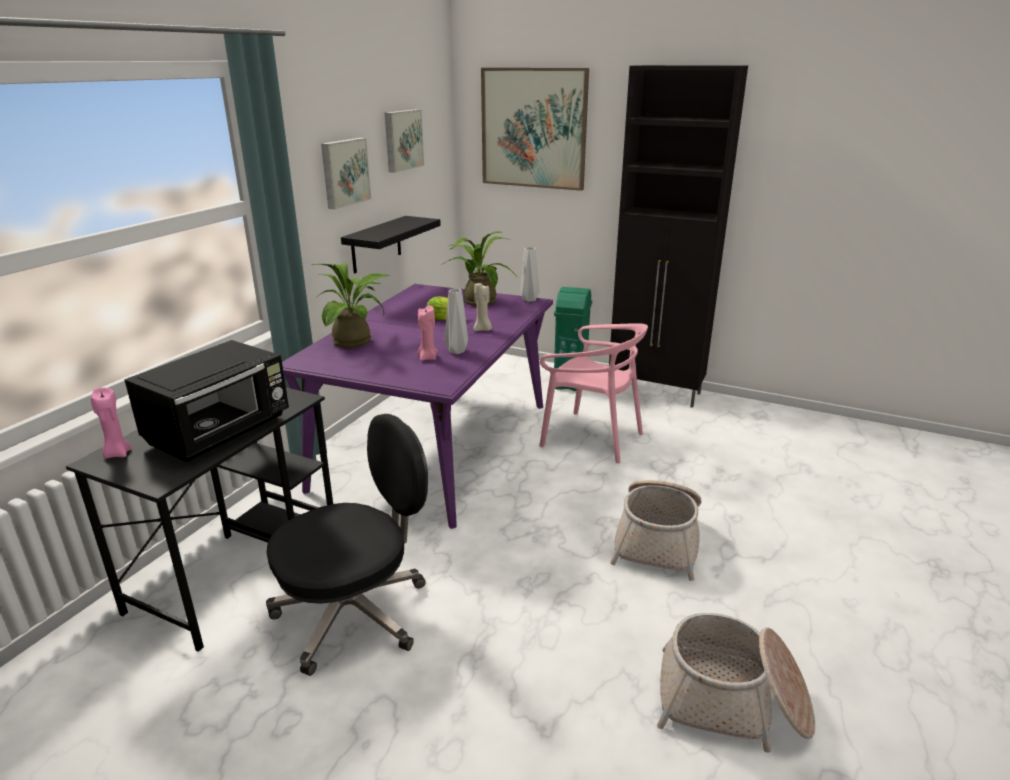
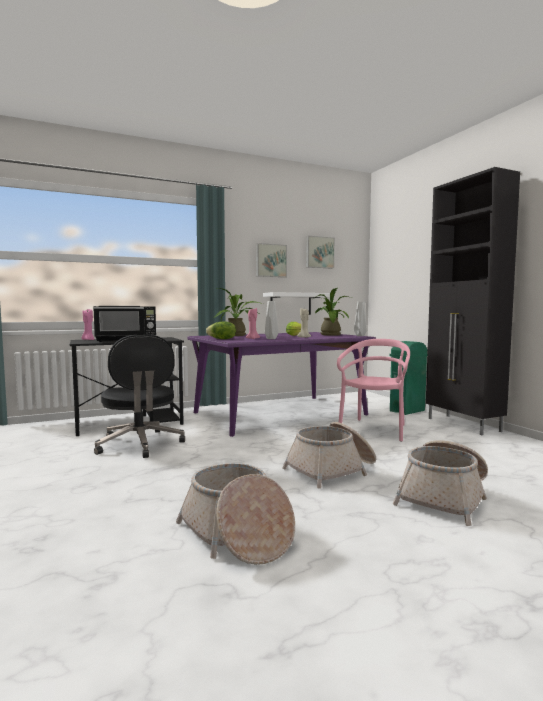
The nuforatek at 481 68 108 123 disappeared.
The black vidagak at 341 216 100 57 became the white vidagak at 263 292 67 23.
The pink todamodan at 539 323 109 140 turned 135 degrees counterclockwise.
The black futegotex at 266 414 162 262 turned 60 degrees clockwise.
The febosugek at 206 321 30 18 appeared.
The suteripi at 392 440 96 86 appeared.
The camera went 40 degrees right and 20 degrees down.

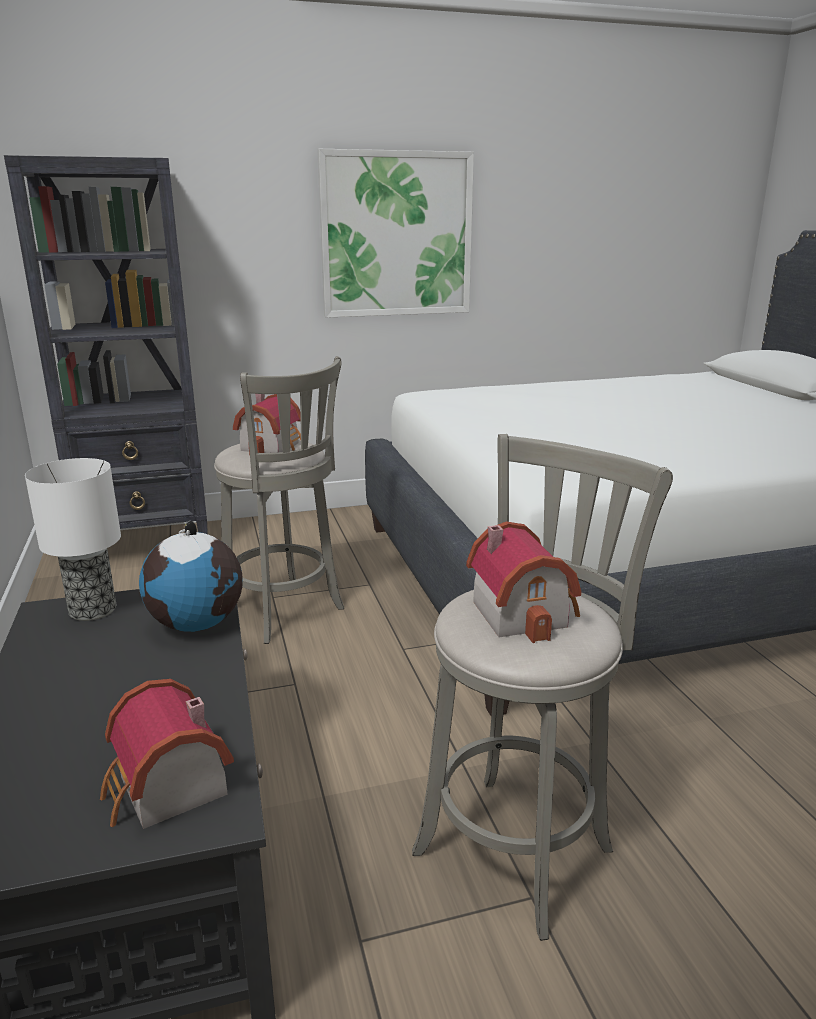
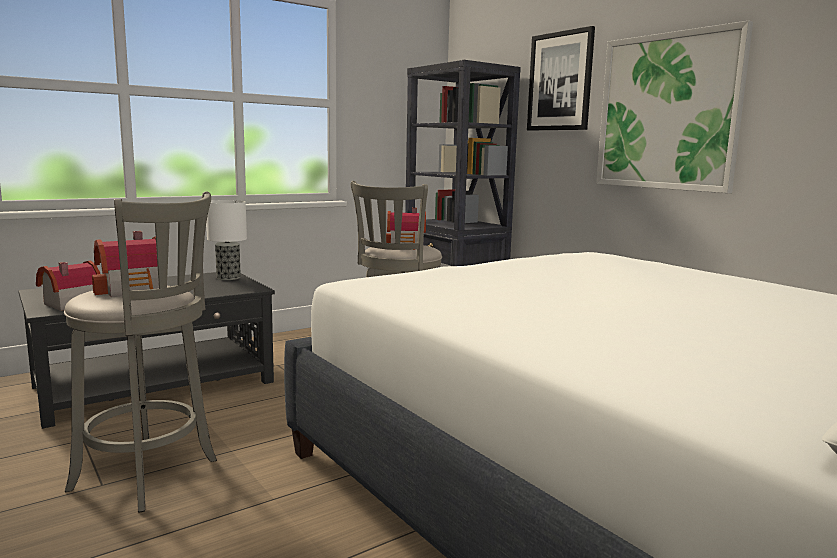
The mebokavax at 139 521 104 111 disappeared.
The nuforatek at 527 26 68 104 appeared.
The camera went 70 degrees right and 10 degrees down.

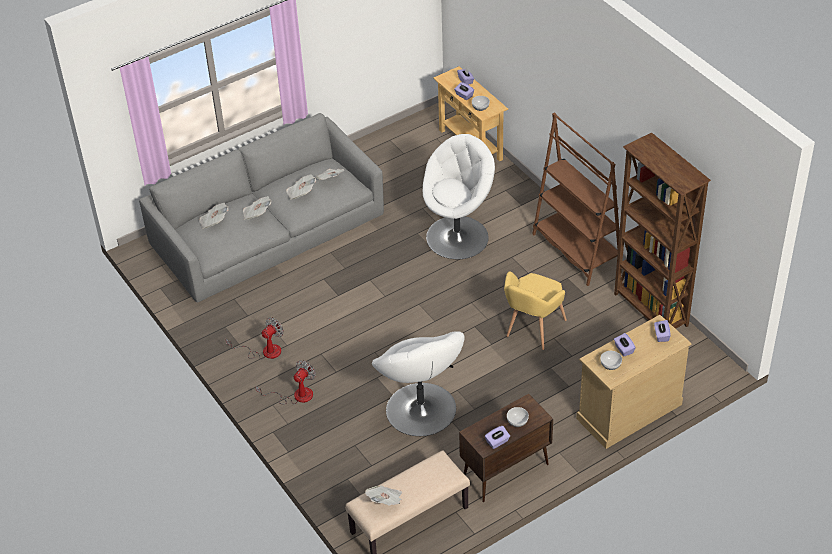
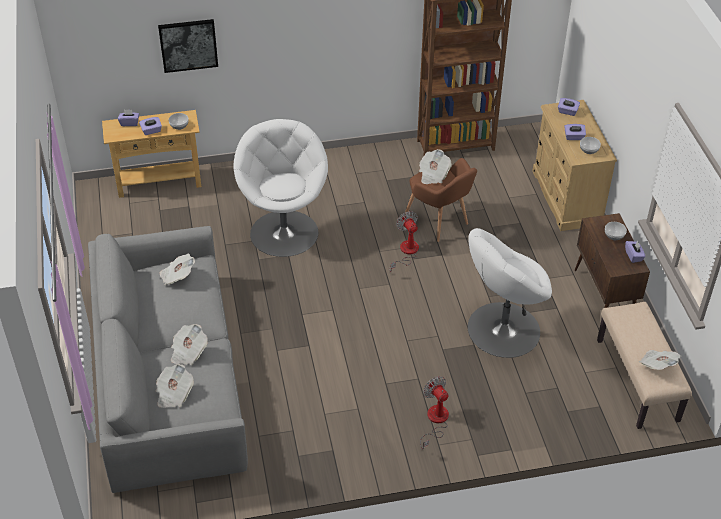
The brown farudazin at 532 112 88 174 disappeared.
The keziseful moved from 286 174 30 26 to 419 149 33 35.
The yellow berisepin at 504 272 63 78 became the brown berisepin at 405 158 72 84.
The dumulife moved from 225 317 59 43 to 390 211 29 61.
The white berisepin at 372 331 93 105 turned 150 degrees clockwise.
The nuforatek at 158 19 60 54 appeared.
The camera went 70 degrees left and 0 degrees up.

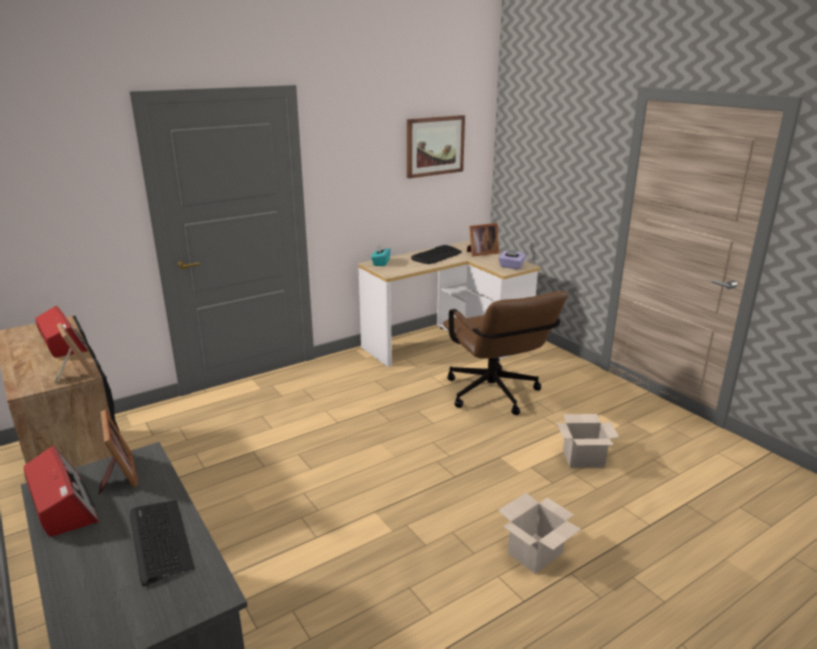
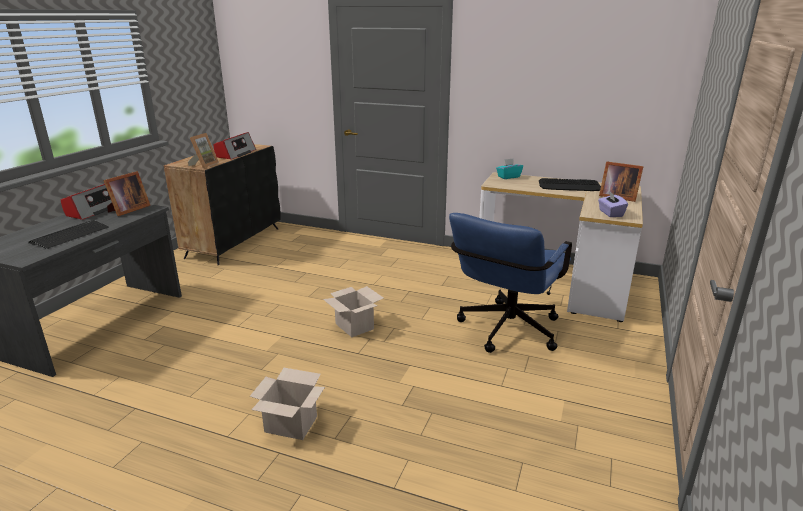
The nuforatek at 407 115 58 63 disappeared.
The brown futegotex at 443 291 125 124 became the blue futegotex at 449 213 123 140.
The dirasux moved from 557 414 62 54 to 323 286 60 51.
The camera went 55 degrees right and 0 degrees up.

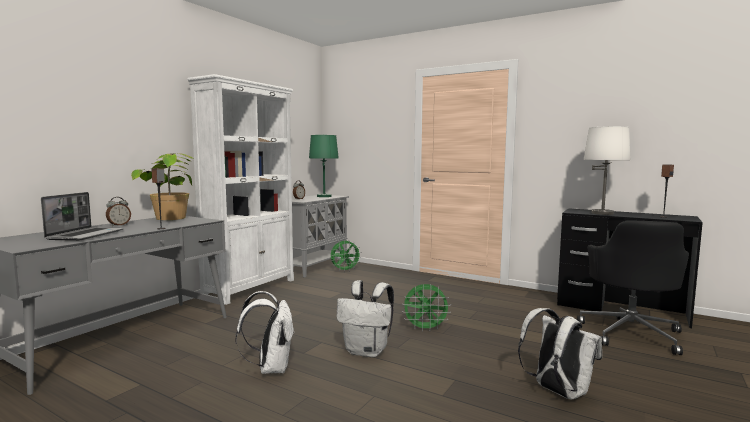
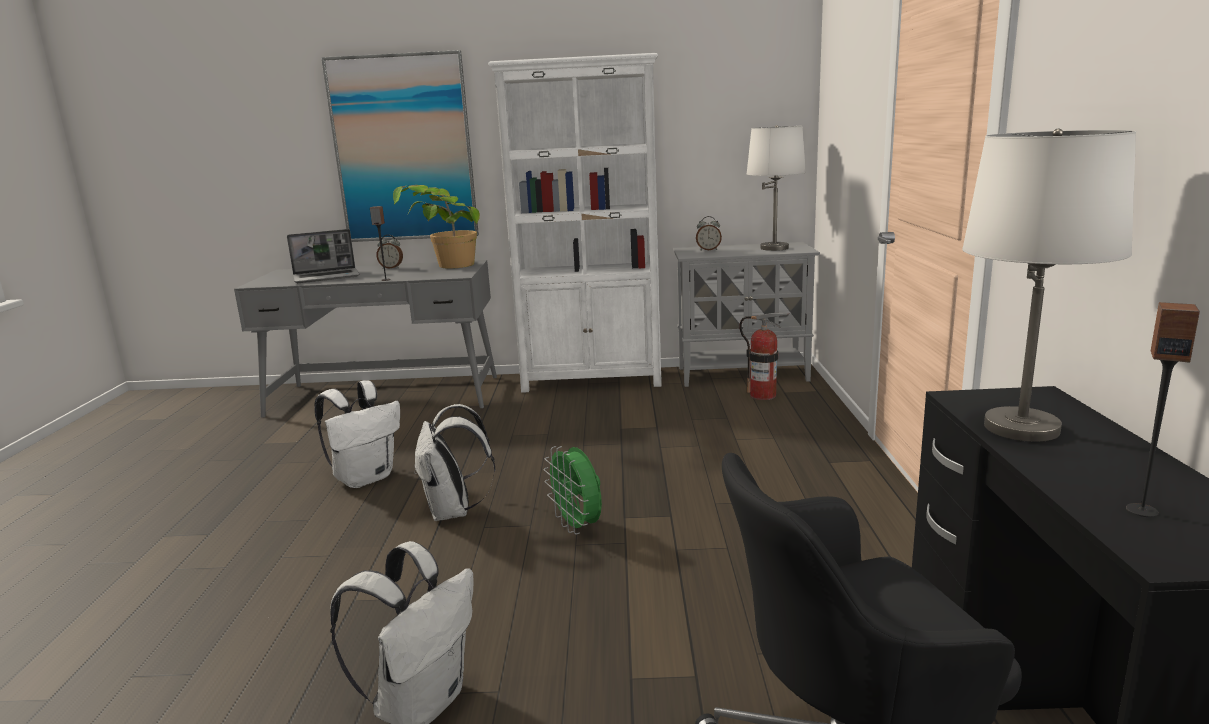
The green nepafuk at 309 134 30 63 became the white nepafuk at 747 125 59 126.
The green dumulife at 331 241 31 31 was replaced by the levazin at 739 313 51 87.
The nuforatek at 321 50 158 192 appeared.
The camera went 60 degrees right and 10 degrees up.

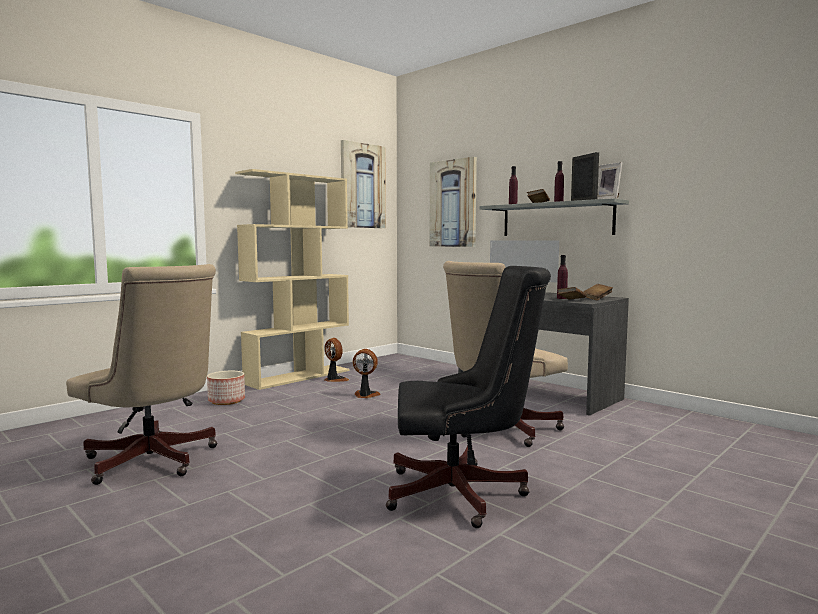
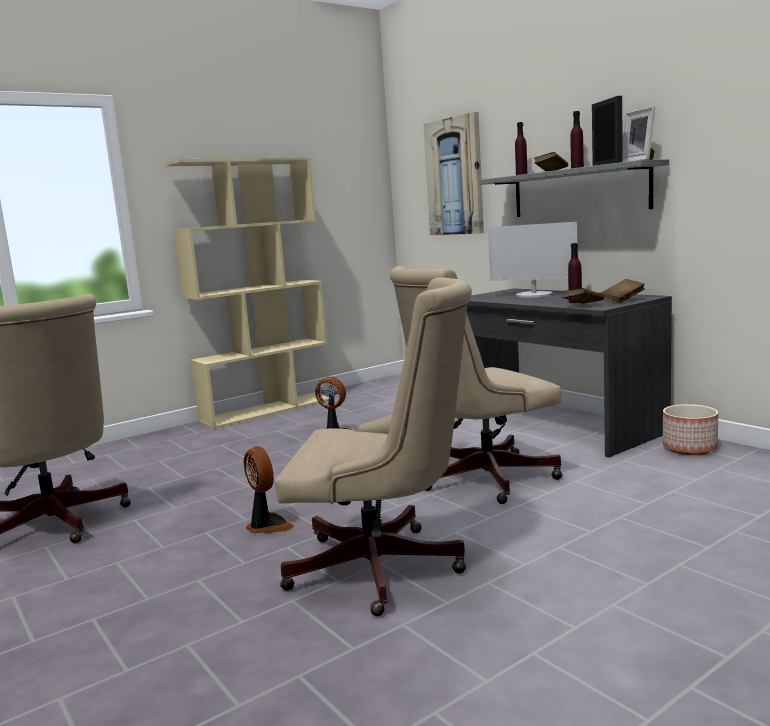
The nuforatek at 341 140 45 88 disappeared.
The black futegotex at 386 266 165 262 became the beige futegotex at 275 277 197 339.
The dumulife moved from 324 338 25 44 to 244 446 50 88.
The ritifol moved from 207 371 38 34 to 663 404 55 51.
The camera went 10 degrees right and 5 degrees up.

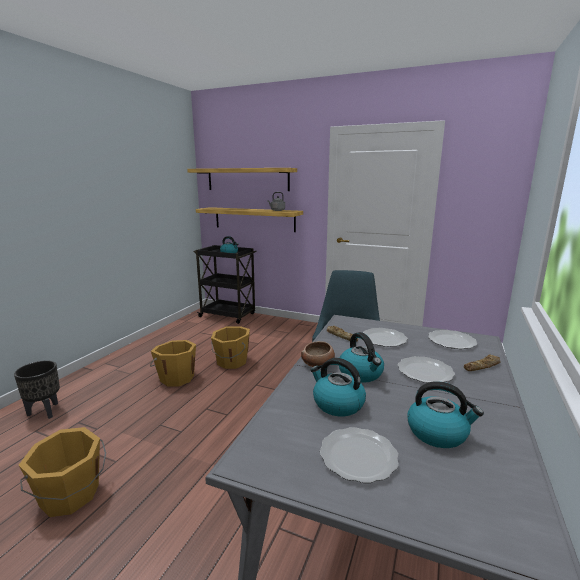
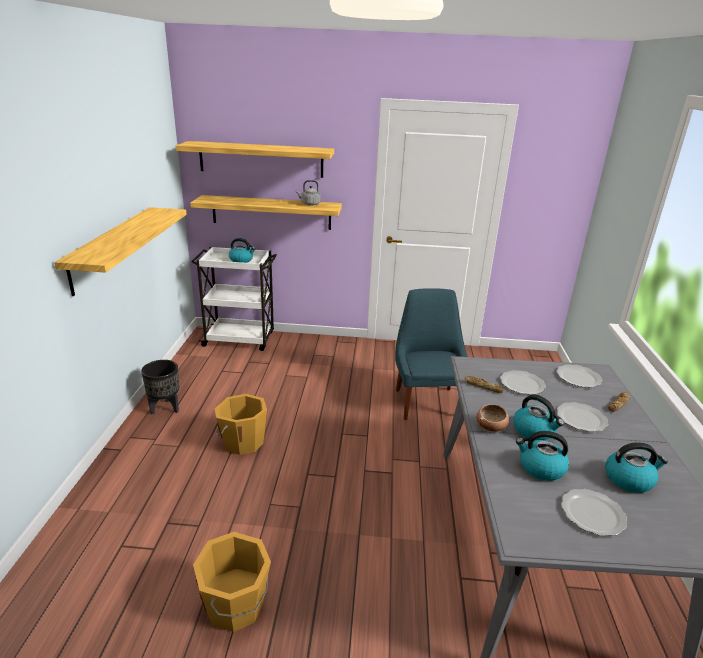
The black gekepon at 193 245 64 79 became the white gekepon at 191 247 86 104.
The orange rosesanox at 211 326 39 43 disappeared.
The black ritifol moved from 14 361 46 58 to 141 360 38 54.
The vidagak at 54 207 133 89 appeared.
The camera went 20 degrees left and 10 degrees up.

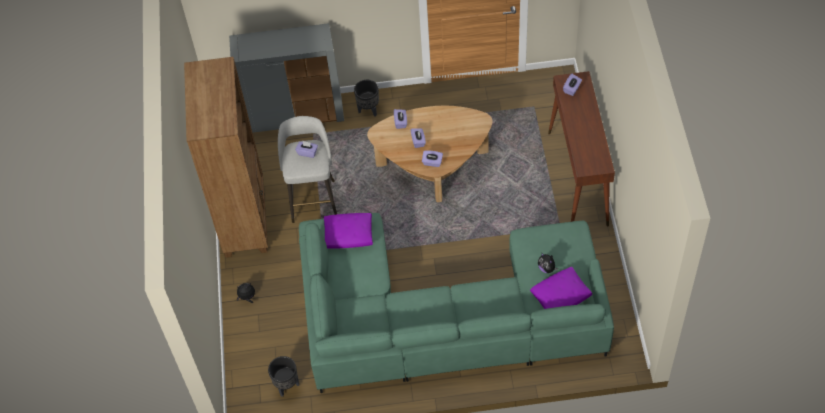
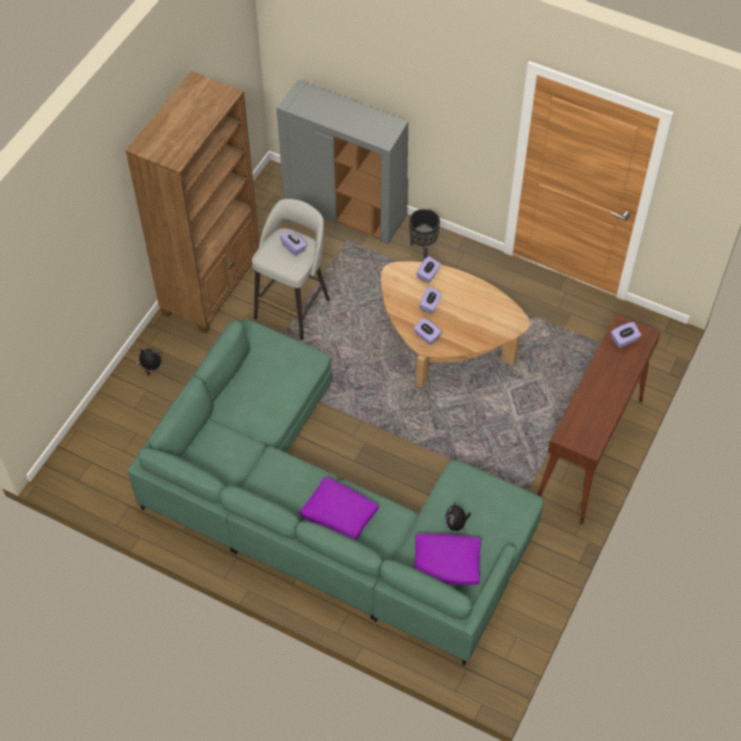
The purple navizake moved from 324 213 49 36 to 299 477 80 64.
The black ritifol at 268 356 31 41 disappeared.
The camera went 30 degrees right and 0 degrees up.

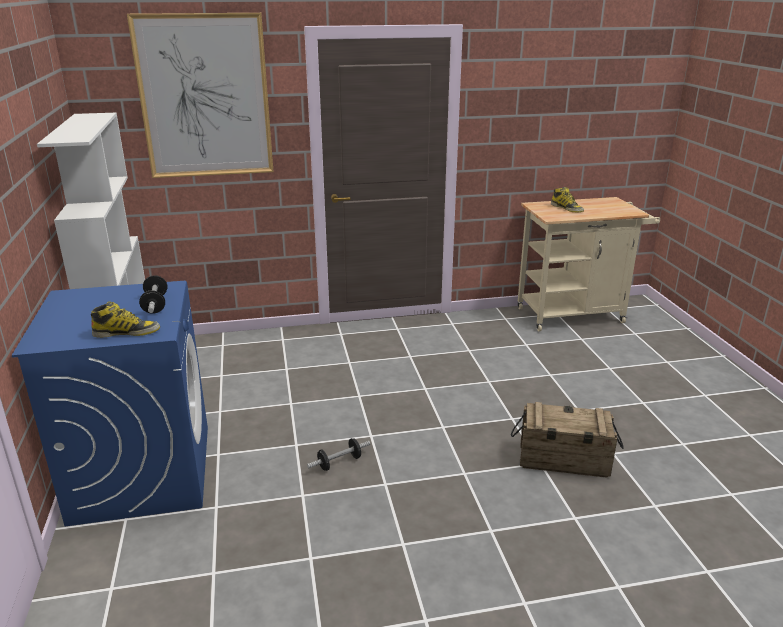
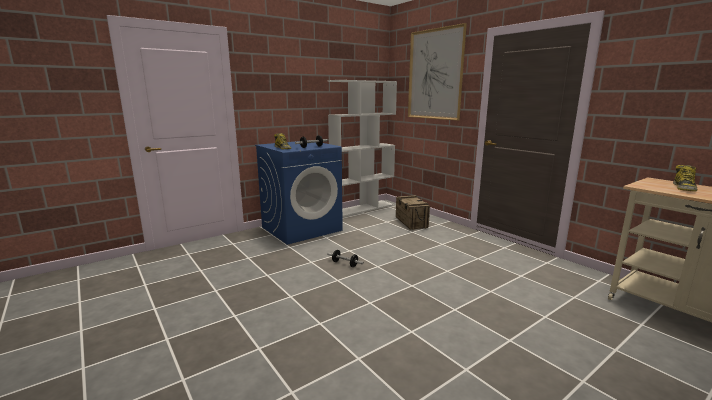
The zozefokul moved from 511 402 113 76 to 396 195 34 35.
The camera went 65 degrees right and 10 degrees down.

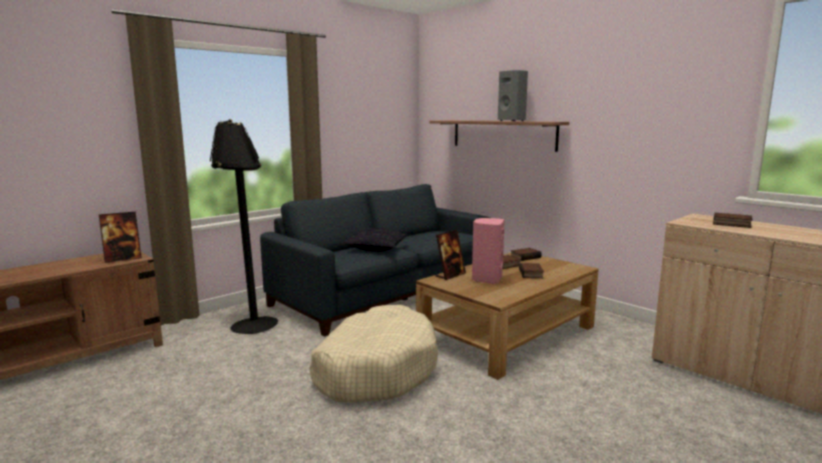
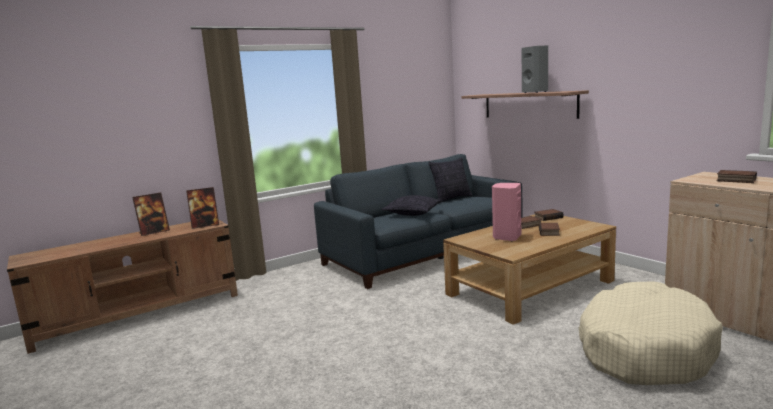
The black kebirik at 210 119 68 215 disappeared.
The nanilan moved from 436 230 30 50 to 132 193 38 43.
The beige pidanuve moved from 309 305 129 97 to 579 281 144 104.
The navizake at 429 157 43 46 appeared.
The camera went 10 degrees right and 0 degrees up.

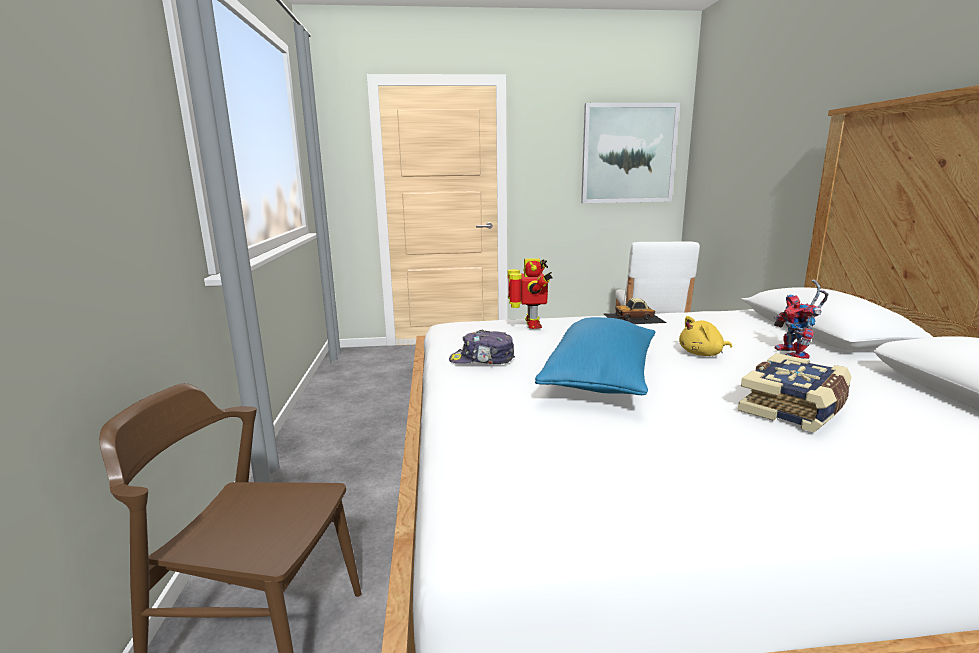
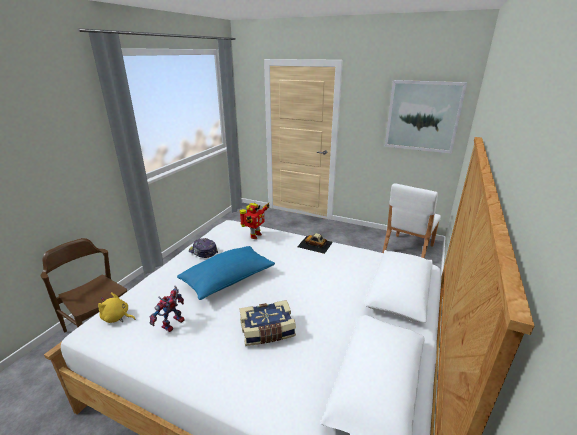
The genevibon moved from 774 279 54 80 to 150 286 34 46.
The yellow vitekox moved from 679 316 53 40 to 98 292 37 31.
The camera went 30 degrees right and 10 degrees up.

